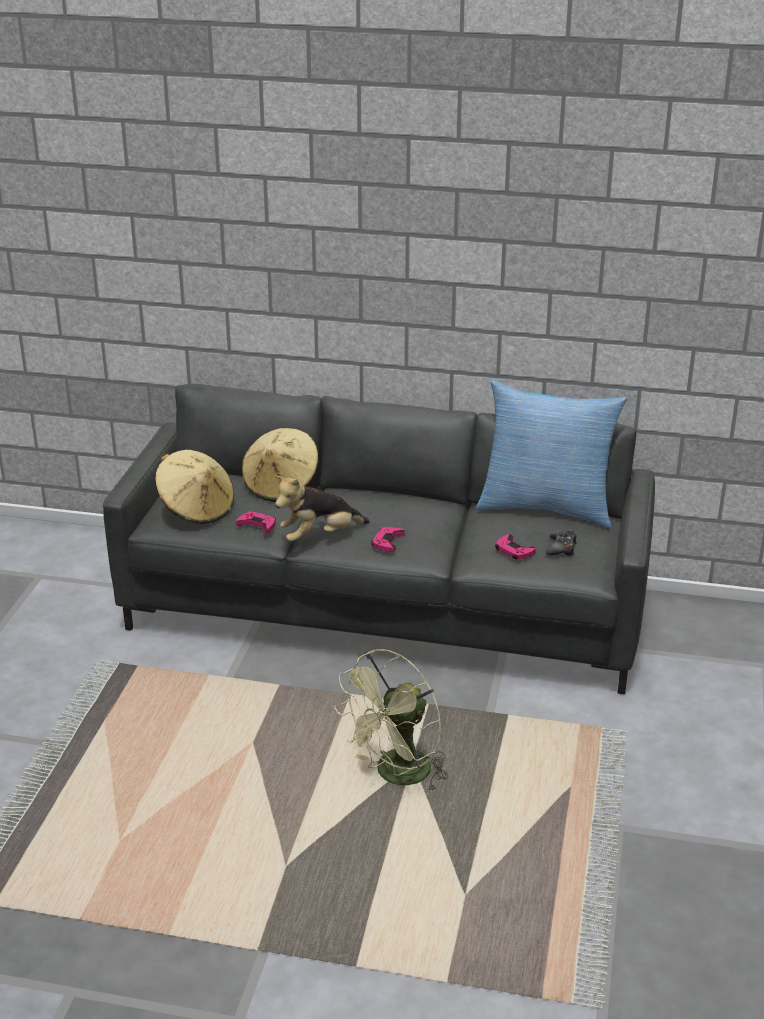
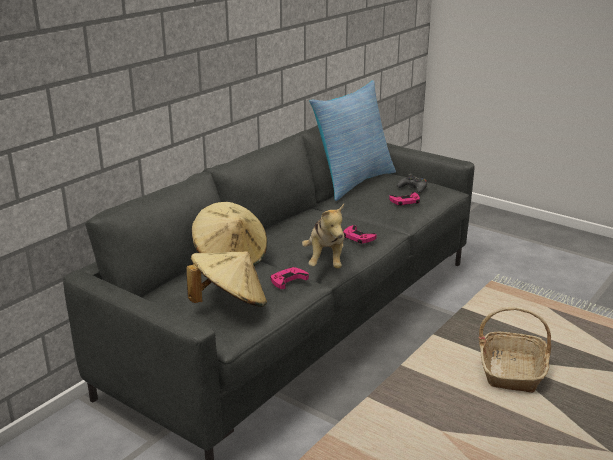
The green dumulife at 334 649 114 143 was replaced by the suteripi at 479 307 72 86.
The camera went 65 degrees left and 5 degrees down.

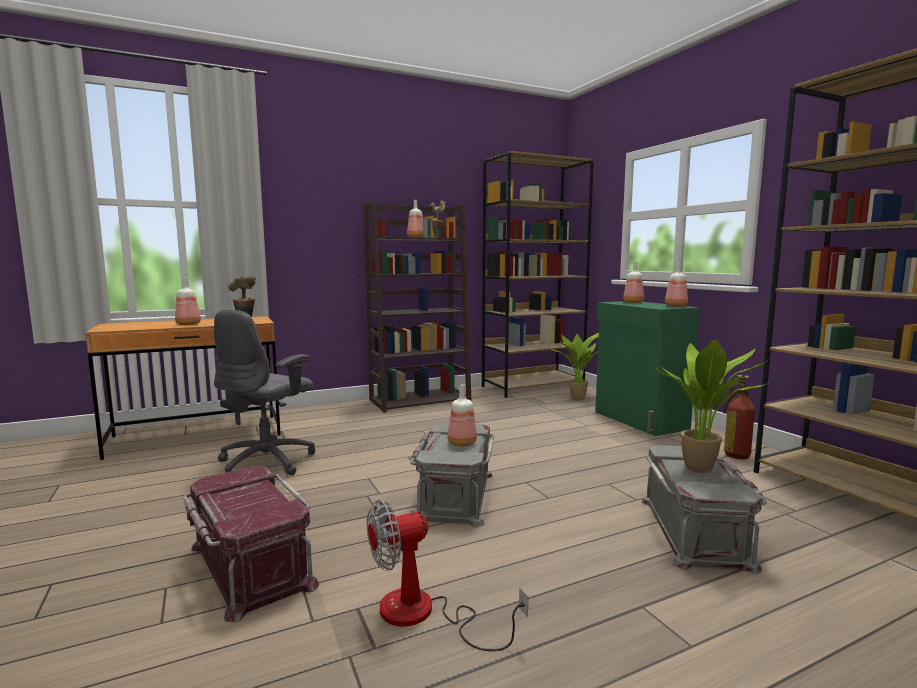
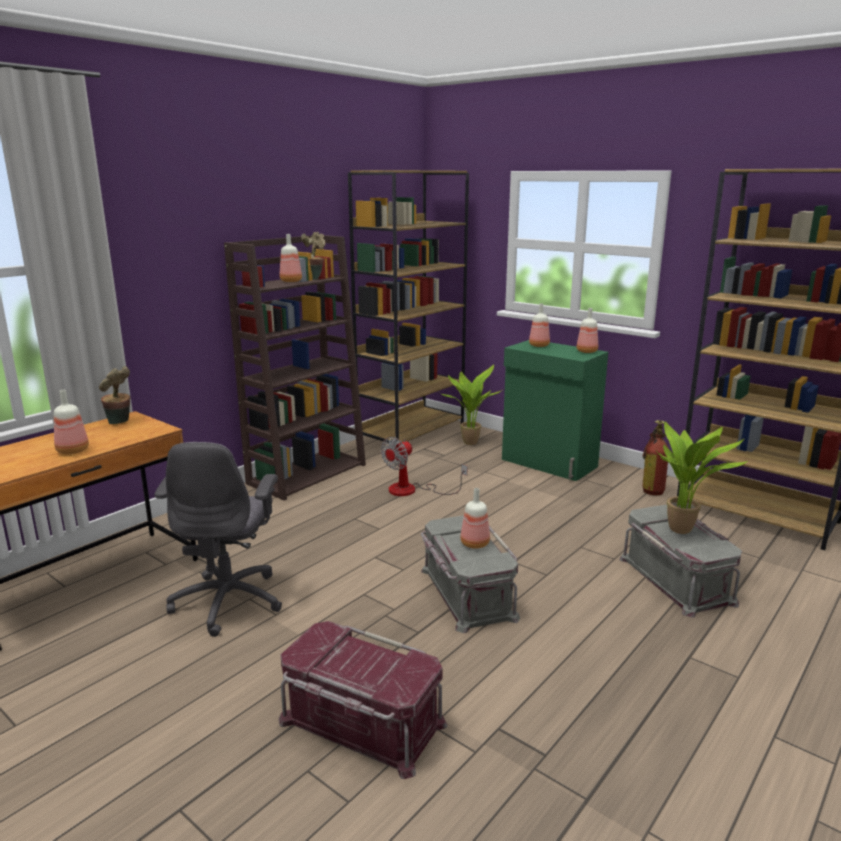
The dumulife moved from 367 500 161 151 to 381 437 86 59.
The camera went 25 degrees left and 10 degrees up.

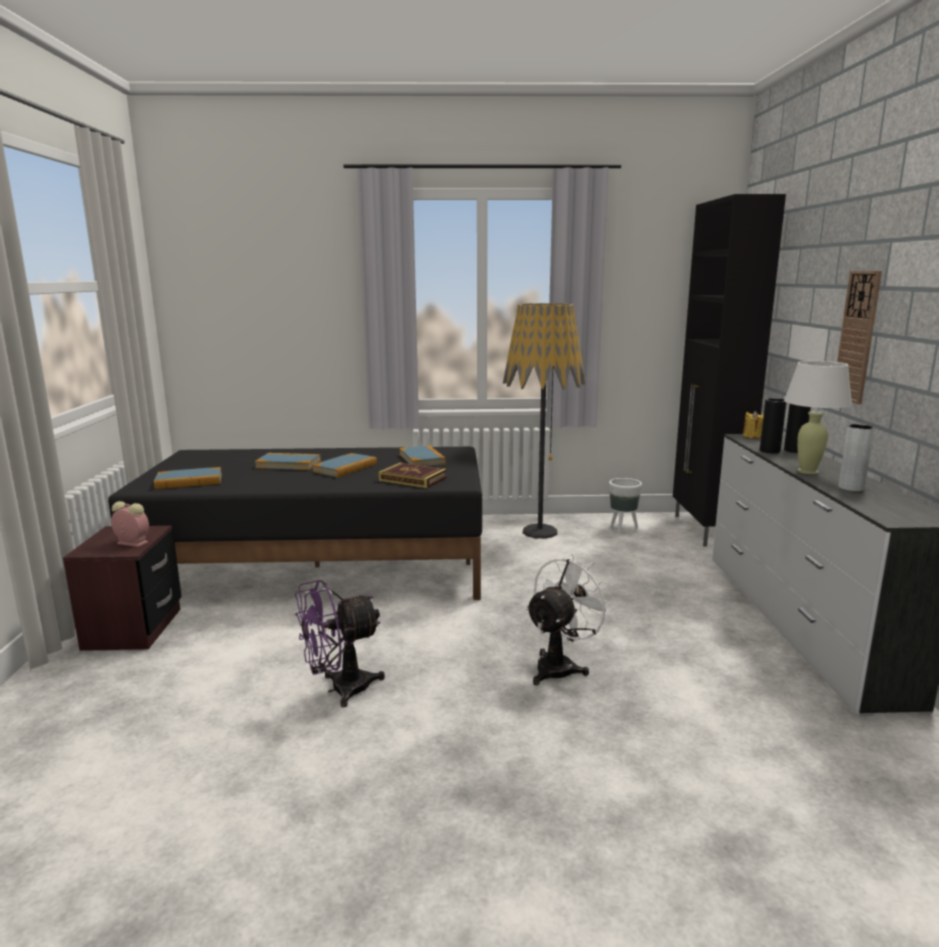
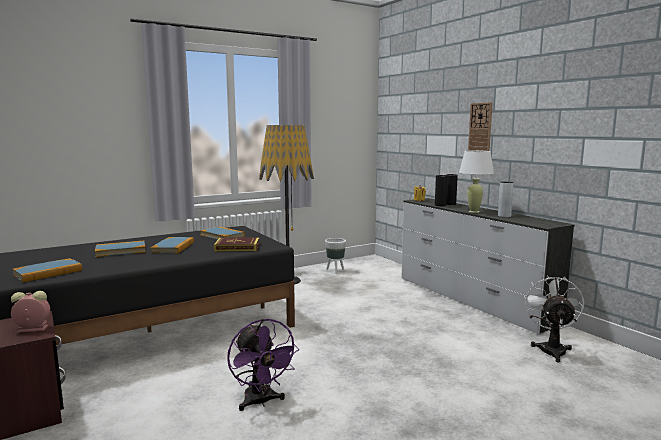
The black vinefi at 673 194 113 353 disappeared.
The white dumulife moved from 525 554 89 131 to 524 275 60 88.
The purple dumulife at 295 580 90 127 turned 60 degrees counterclockwise.
The camera went 30 degrees left and 5 degrees down.

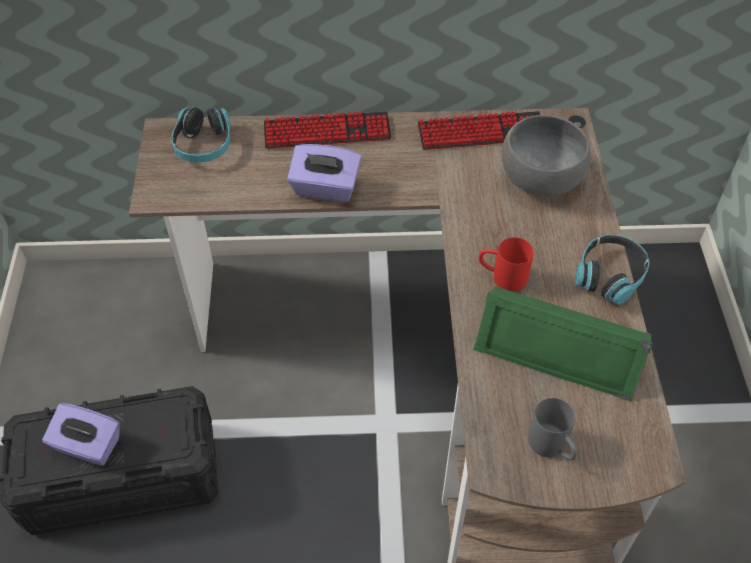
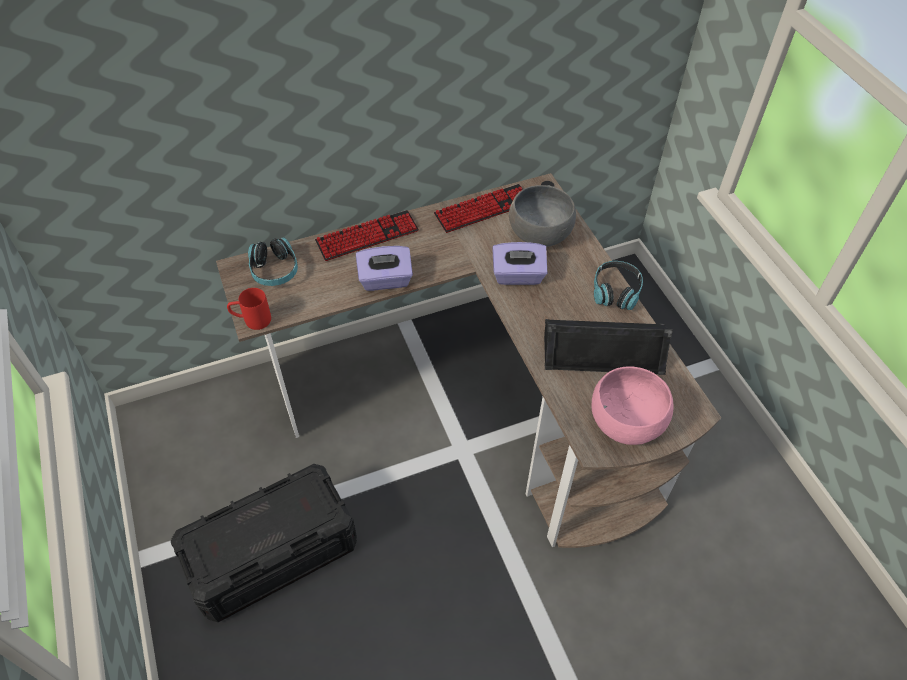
The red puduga moved from 479 237 54 55 to 227 288 44 42.
The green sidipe at 473 286 180 116 became the black sidipe at 544 319 129 56.
The grey puduga at 528 398 49 63 was replaced by the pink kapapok at 592 366 82 79.
The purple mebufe moved from 42 403 78 63 to 492 242 55 43.
The camera went 20 degrees left and 0 degrees up.

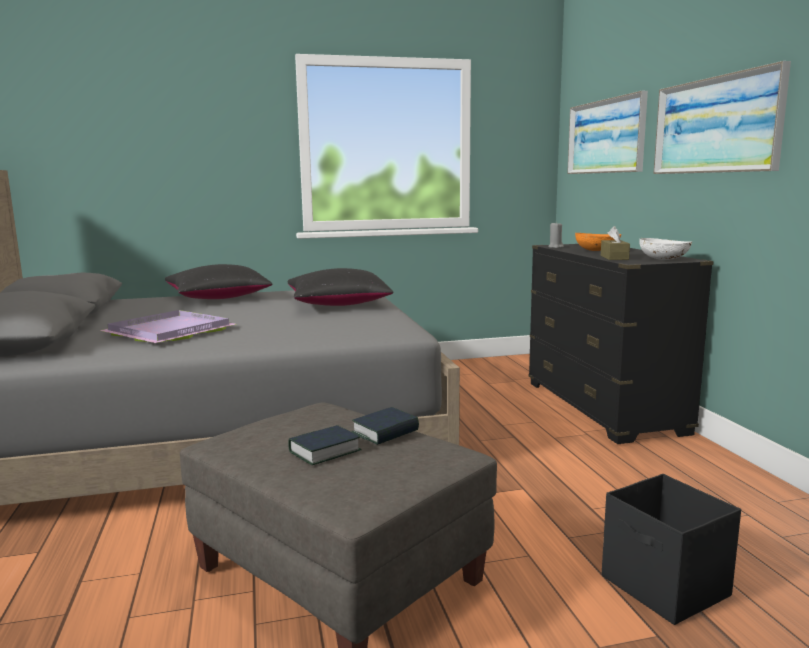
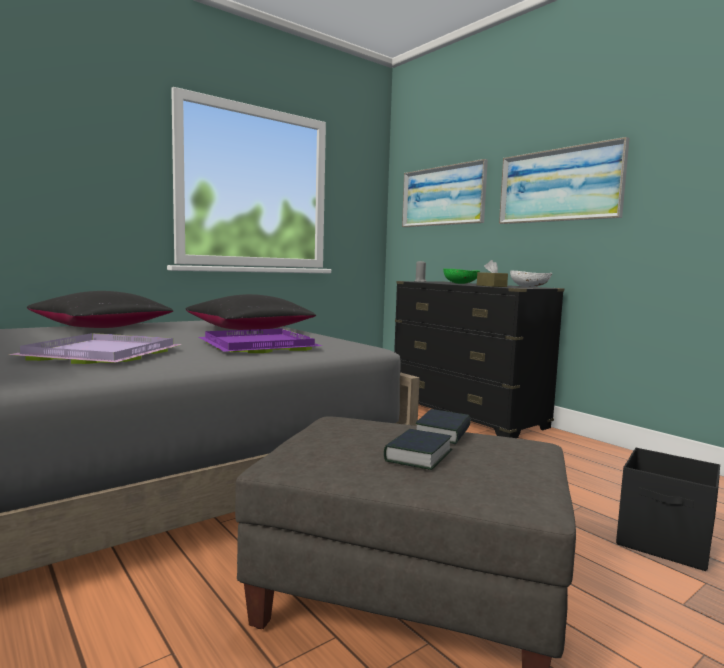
The orange kapapok at 575 233 46 18 became the green kapapok at 443 268 37 16.
The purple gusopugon at 199 328 123 25 appeared.
The camera went 25 degrees left and 5 degrees down.

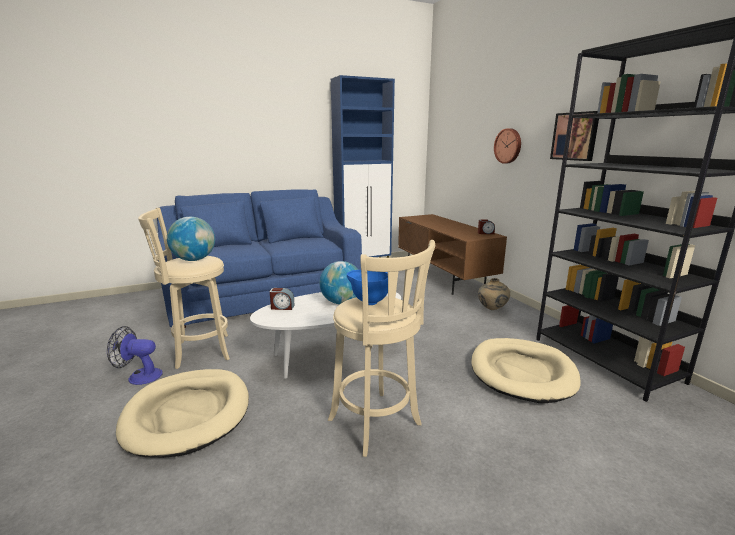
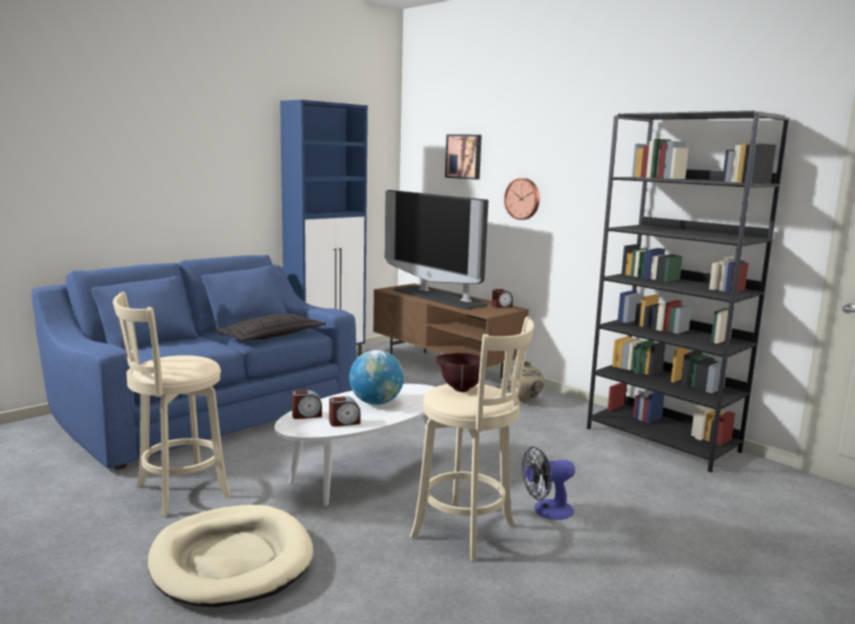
The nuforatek moved from 550 111 49 50 to 445 134 37 46.
The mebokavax at 167 217 48 44 disappeared.
The blue kapapok at 347 270 41 35 became the brown kapapok at 436 353 45 39.
The dumulife moved from 107 326 56 59 to 522 446 53 74.
The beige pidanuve at 471 338 110 65 disappeared.
The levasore at 384 190 104 120 appeared.
The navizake at 215 314 111 27 appeared.
The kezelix at 329 396 31 31 appeared.
The camera went 20 degrees left and 5 degrees down.

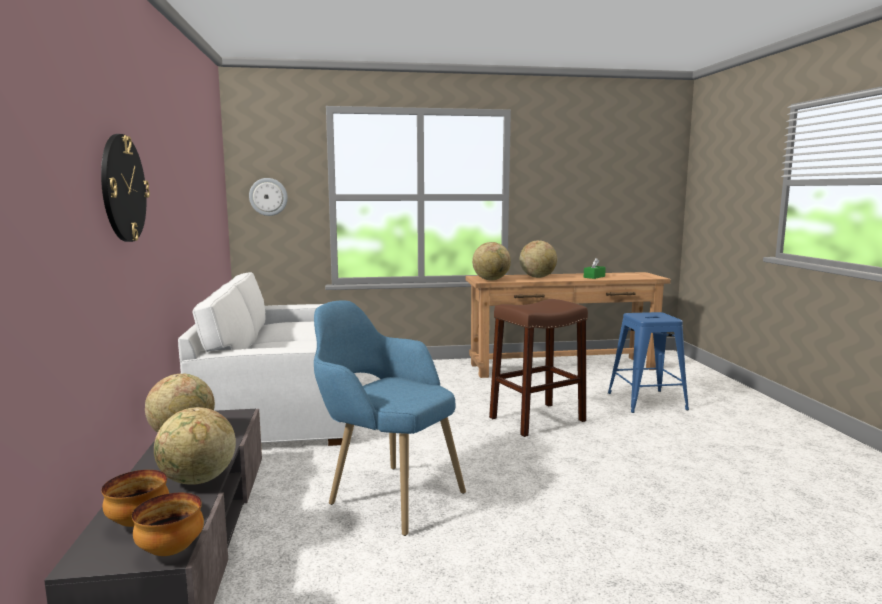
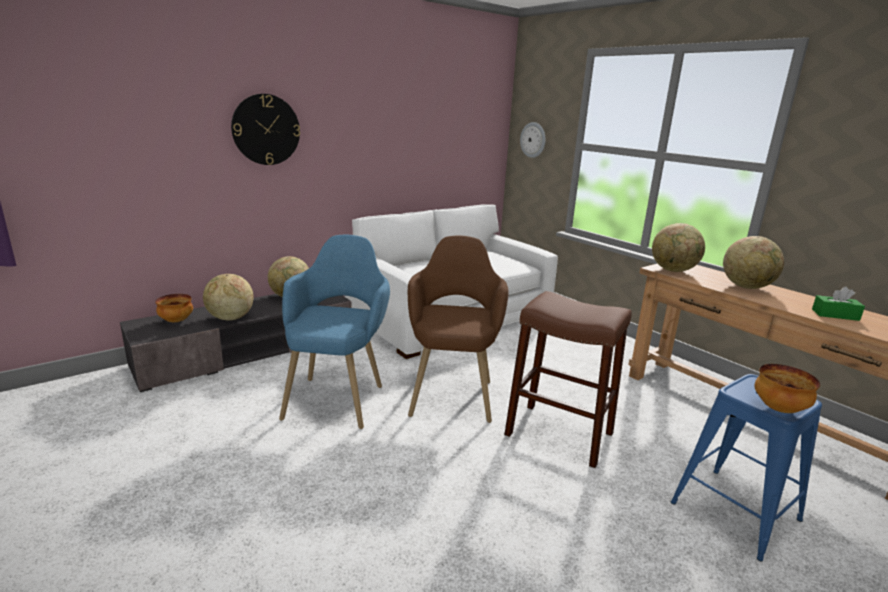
The kapapok moved from 132 493 72 63 to 754 364 66 49.
The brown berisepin at 408 236 101 187 appeared.
The camera went 60 degrees right and 10 degrees up.

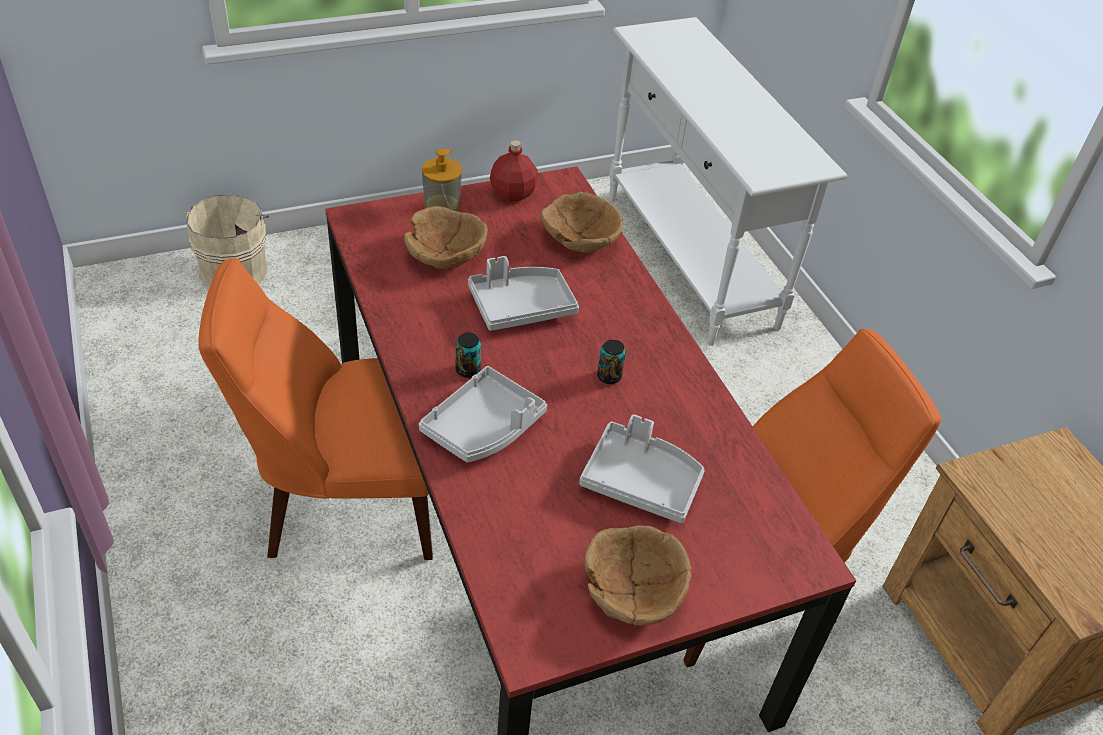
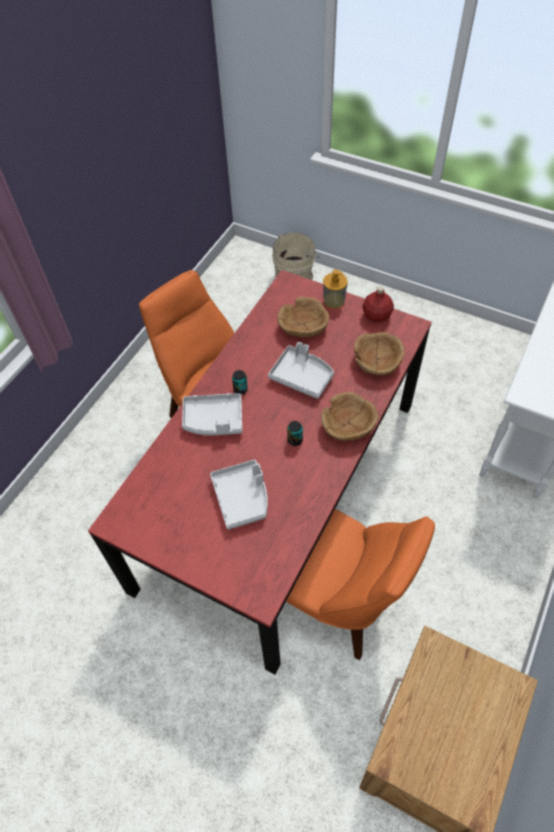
The brown kapapok moved from 585 525 107 101 to 321 392 58 49.
The camera went 55 degrees right and 10 degrees up.

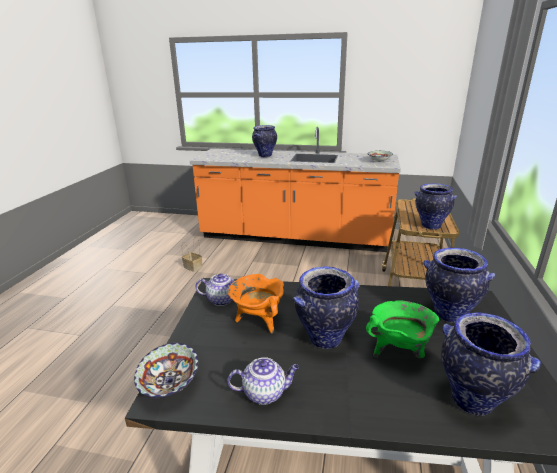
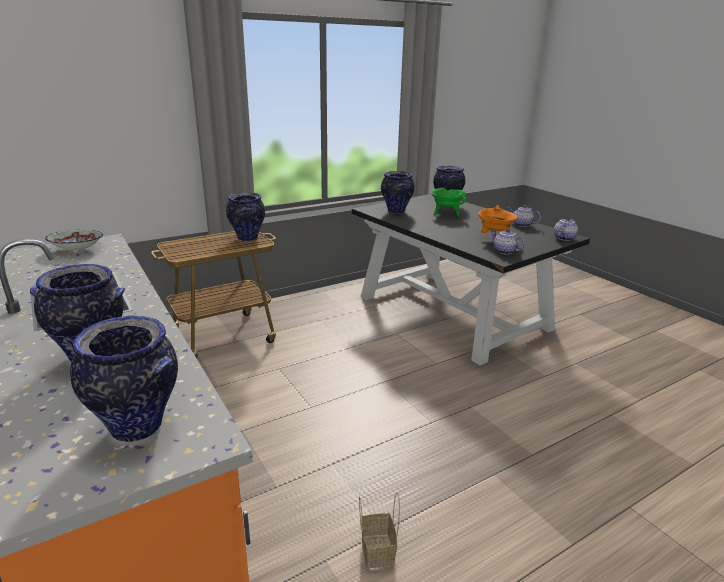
The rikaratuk moved from 293 266 67 83 to 70 316 108 126.
The kapapok at 134 343 64 56 was replaced by the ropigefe at 554 217 24 24.
The camera went 135 degrees left and 0 degrees up.

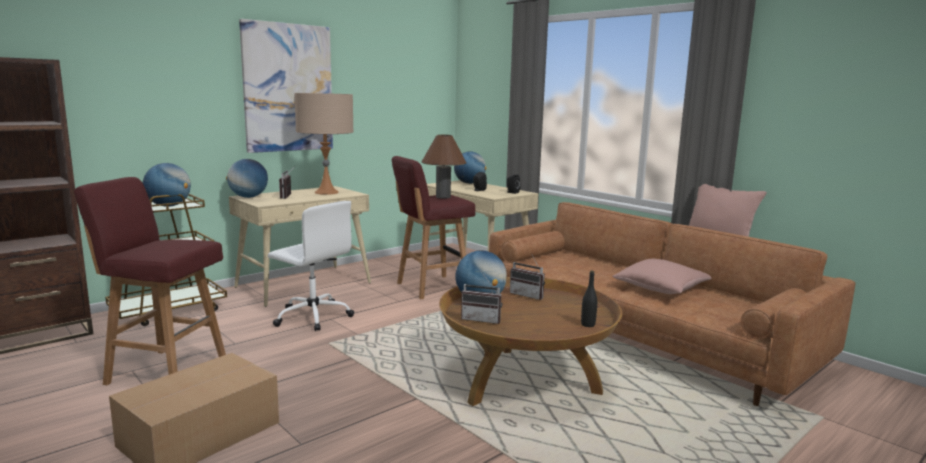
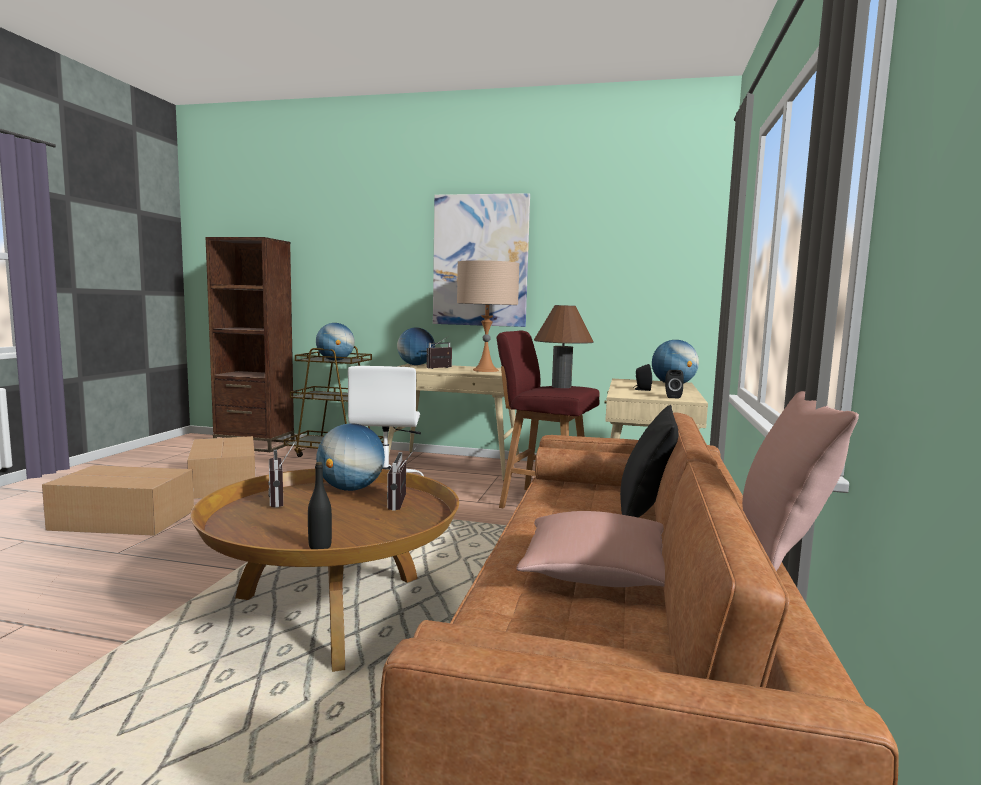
The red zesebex at 74 177 152 208 was replaced by the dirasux at 187 436 68 63.
The black navizake at 620 405 59 113 appeared.
The camera went 55 degrees right and 5 degrees down.

